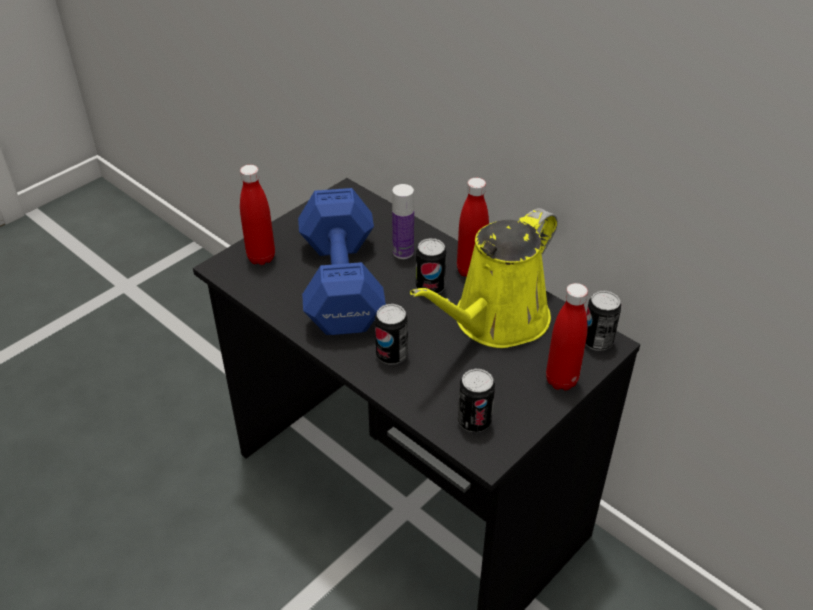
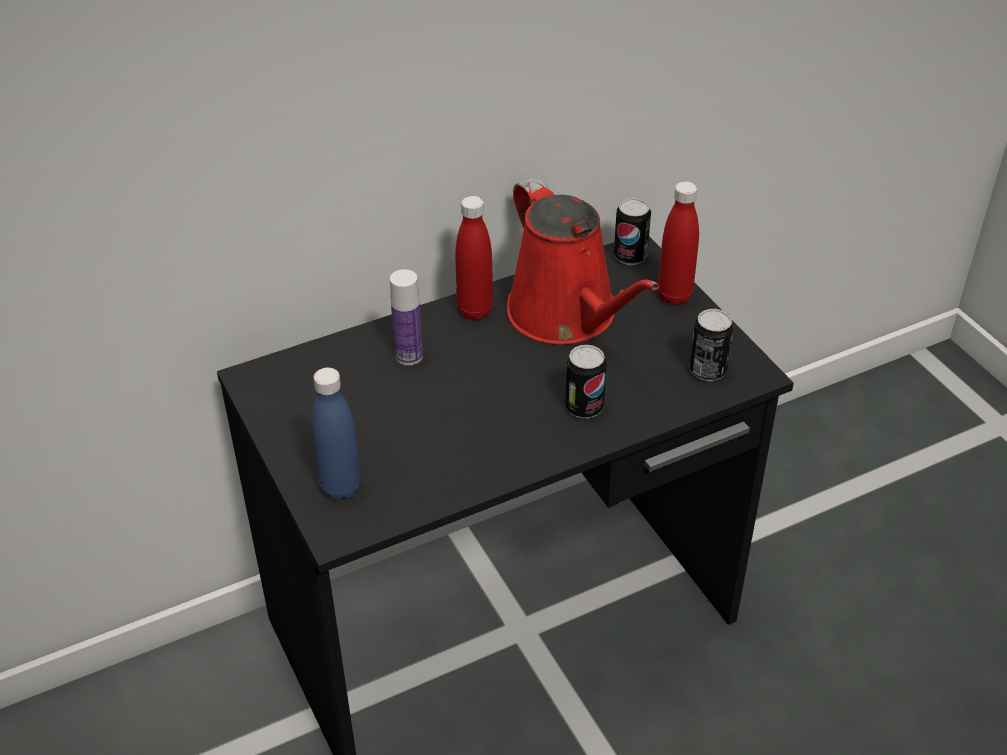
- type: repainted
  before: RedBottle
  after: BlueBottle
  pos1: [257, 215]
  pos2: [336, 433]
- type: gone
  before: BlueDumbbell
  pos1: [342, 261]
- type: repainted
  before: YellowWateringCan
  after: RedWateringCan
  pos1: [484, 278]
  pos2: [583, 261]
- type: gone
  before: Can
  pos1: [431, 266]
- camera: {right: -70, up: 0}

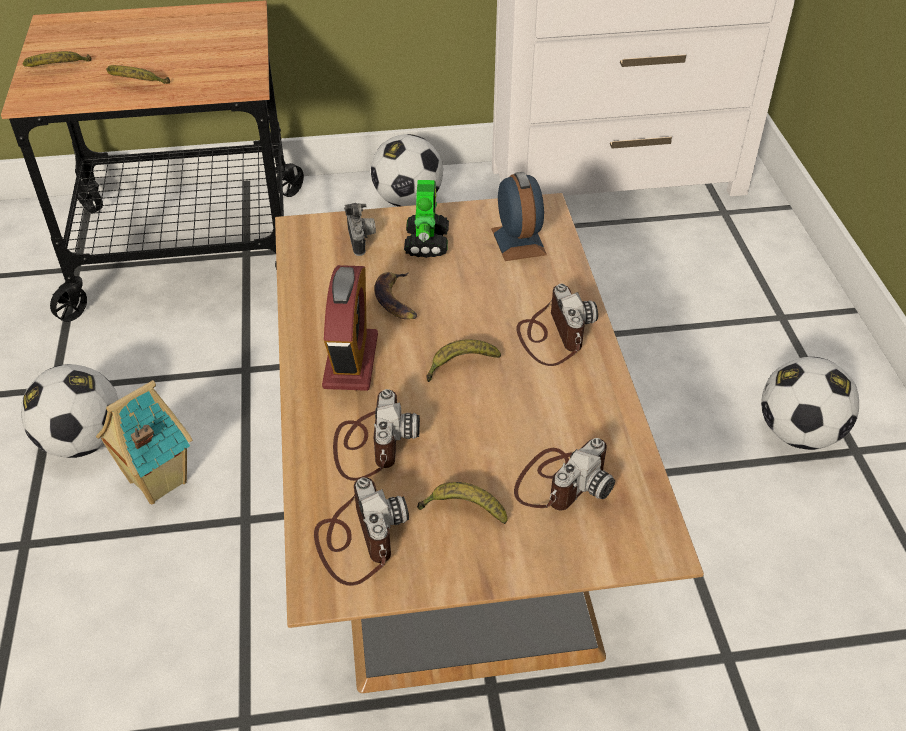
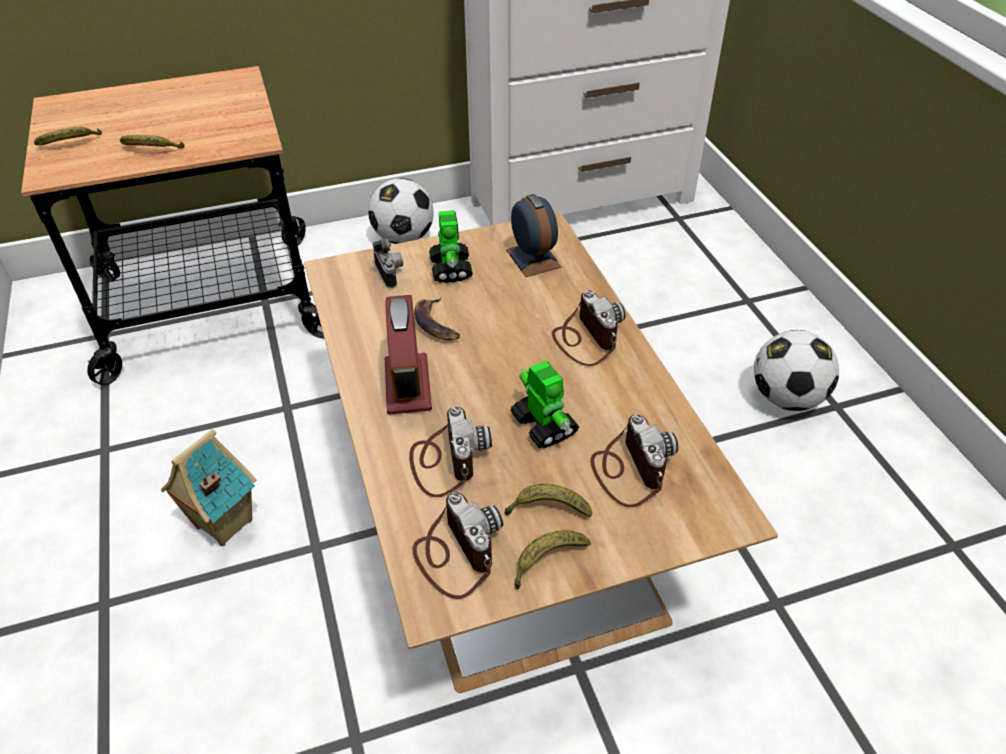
- type: shifted
  before: Banana
  pos1: [463, 360]
  pos2: [552, 559]
- type: gone
  before: Football
  pos1: [70, 411]
- type: rotated
  before: PhotoCamera
  pos1: [564, 474]
  pos2: [634, 460]
  turn: -45
- type: new
  after: ToyRobot
  pos2: [544, 405]
- camera: {right: -10, up: 0}

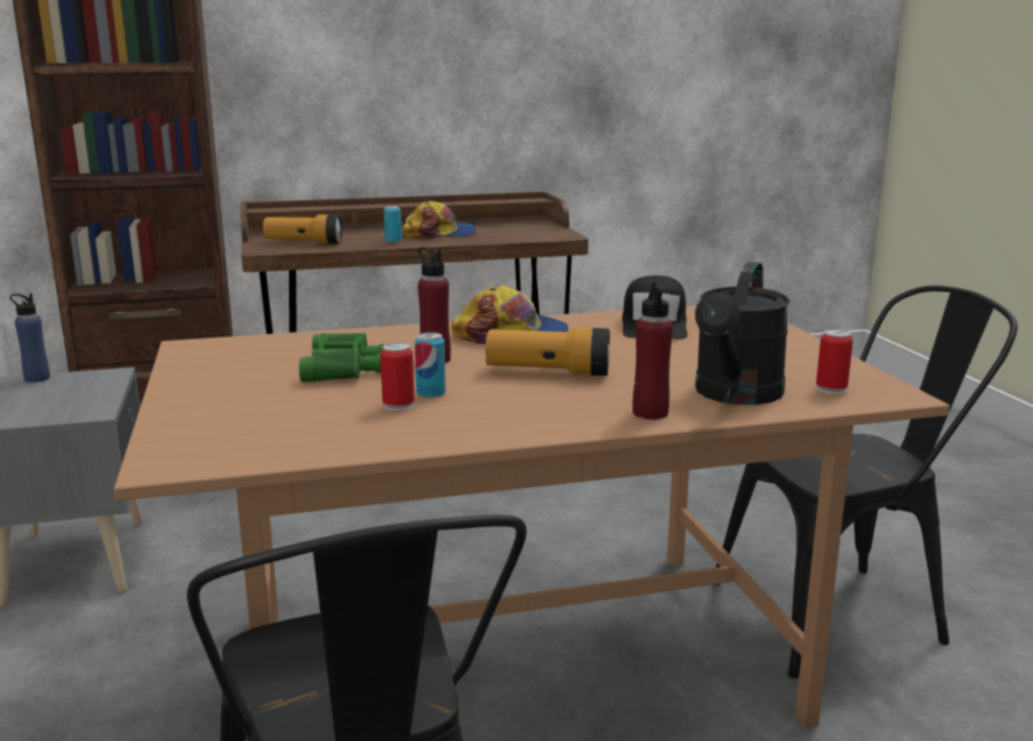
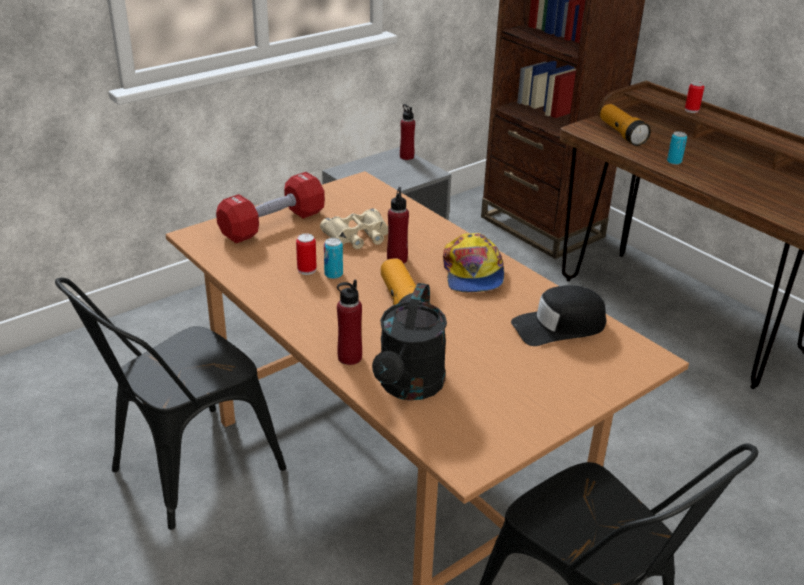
- type: gone
  before: Cap
  pos1: [439, 220]
- type: rotated
  before: BlackWateringCan
  pos1: [742, 333]
  pos2: [409, 341]
  turn: -75
- type: repainted
  before: BlueBottle
  after: RedBottle
  pos1: [30, 337]
  pos2: [407, 132]
- type: shifted
  before: Can
  pos1: [834, 361]
  pos2: [694, 97]
- type: repainted
  before: GreenBinoculars
  after: BeigeBinoculars
  pos1: [341, 357]
  pos2: [354, 228]
- type: new
  after: RedDumbbell
  pos2: [270, 207]
- camera: {right: 65, up: 15}

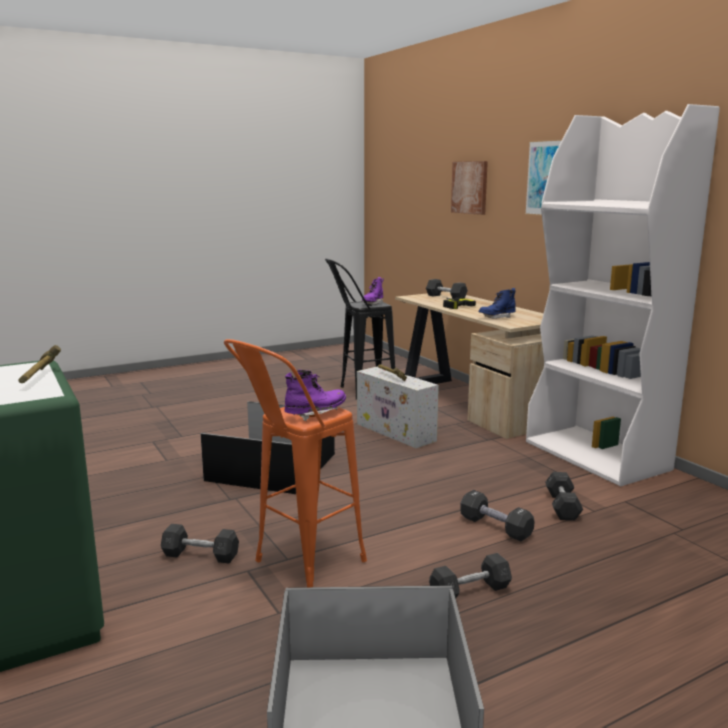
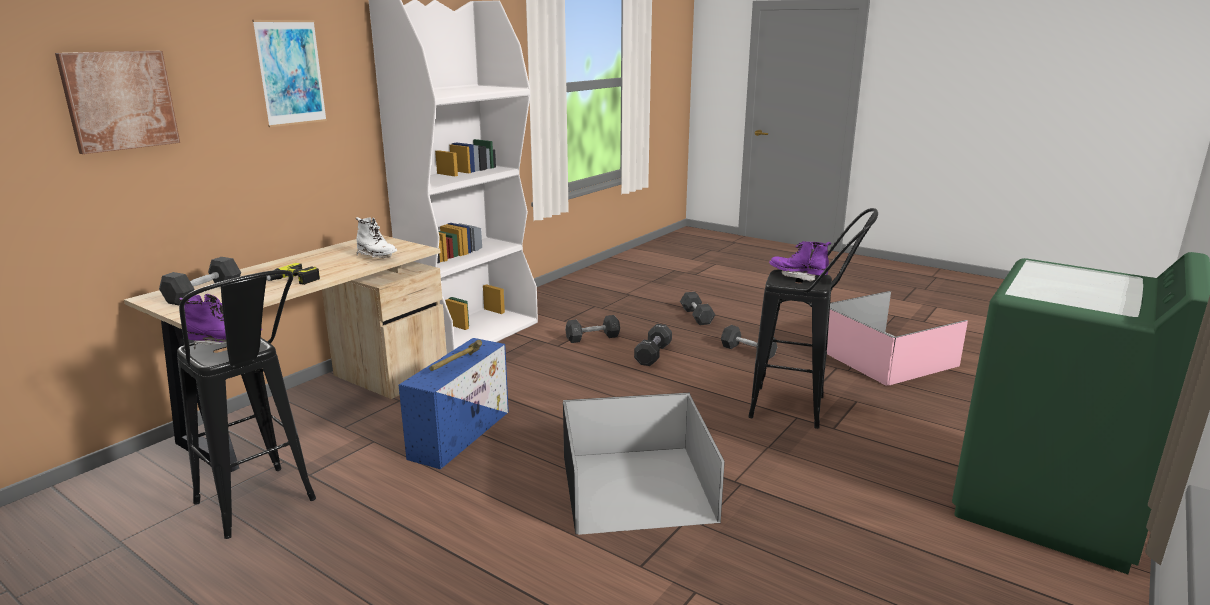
- type: repainted
  before: BlueBoot
  after: WhiteBoot
  pos1: [497, 303]
  pos2: [376, 237]
- type: repainted
  before: OrangeStool
  after: BlackStool
  pos1: [295, 463]
  pos2: [813, 318]
- type: gone
  before: Hammer
  pos1: [40, 364]
- type: repainted
  before: WhiteStorageBox
  after: BlueStorageBox
  pos1: [398, 407]
  pos2: [454, 403]
- type: shifted
  before: GreyDumbbell
  pos1: [200, 543]
  pos2: [697, 308]
- camera: {right: -115, up: 5}

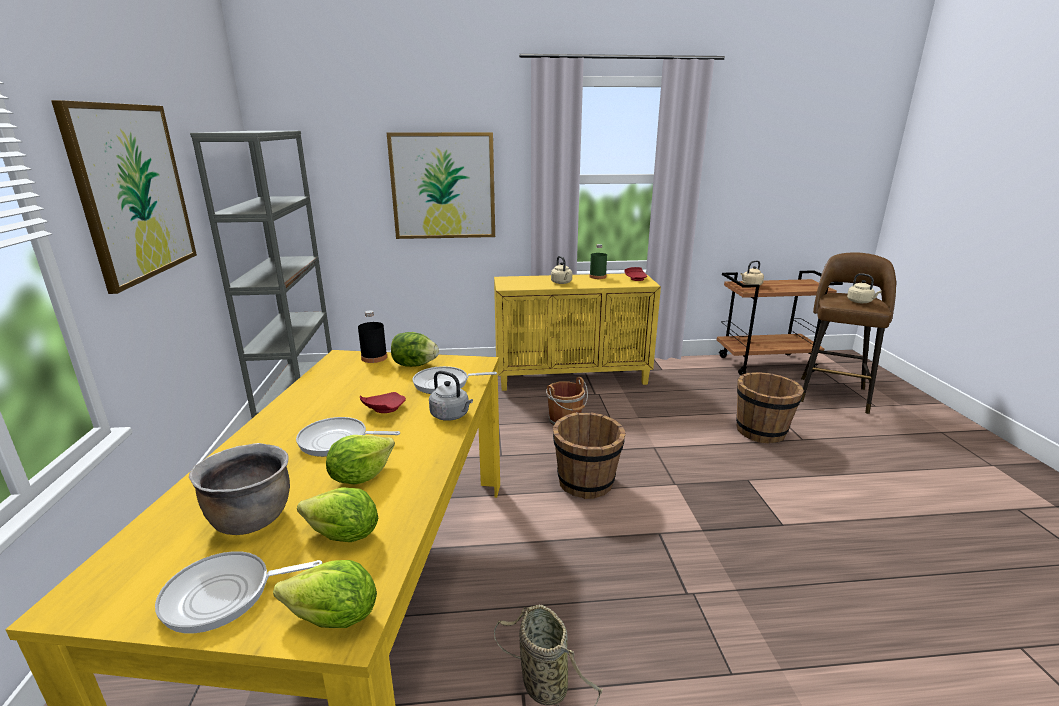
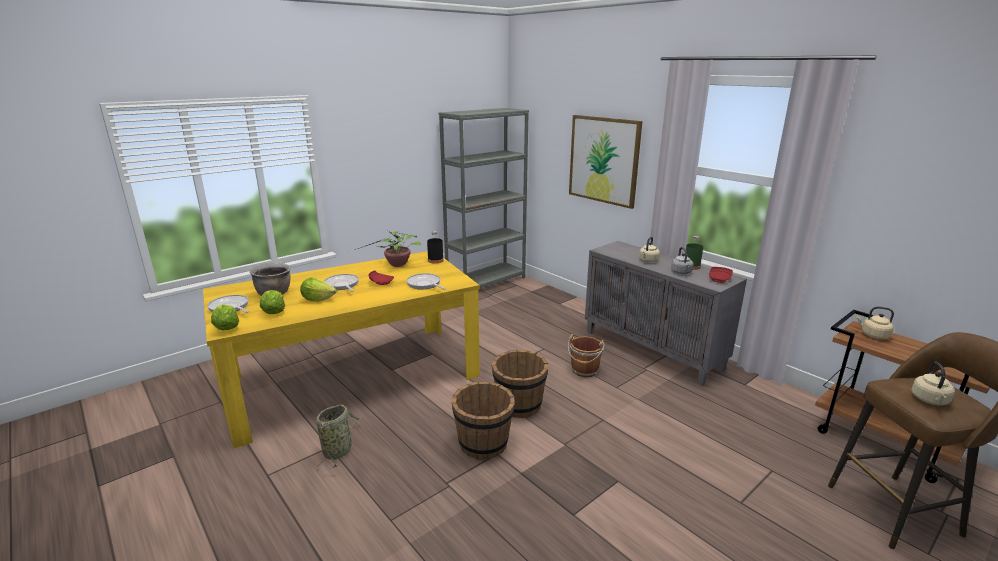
- type: gone
  before: Picture
  pos1: [124, 197]
- type: repainted
  before: YellowCabinet
  after: GreyCabinet
  pos1: [577, 332]
  pos2: [666, 313]
- type: gone
  before: Lettuce
  pos1: [415, 349]
- type: shifted
  before: GreyKettle
  pos1: [451, 396]
  pos2: [682, 260]
- type: shifted
  before: BrownBucket
  pos1: [770, 407]
  pos2: [483, 420]
- type: new
  after: PottedPlant
  pos2: [388, 249]
- camera: {right: 55, up: 0}

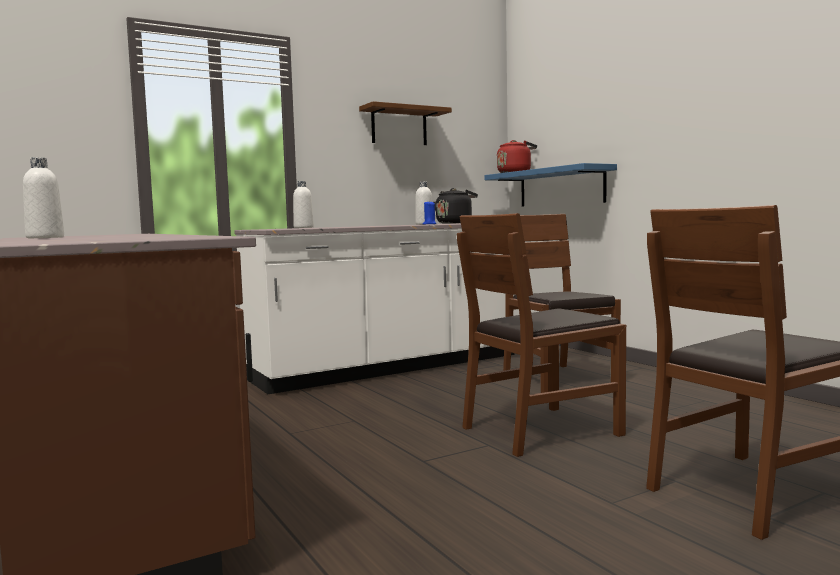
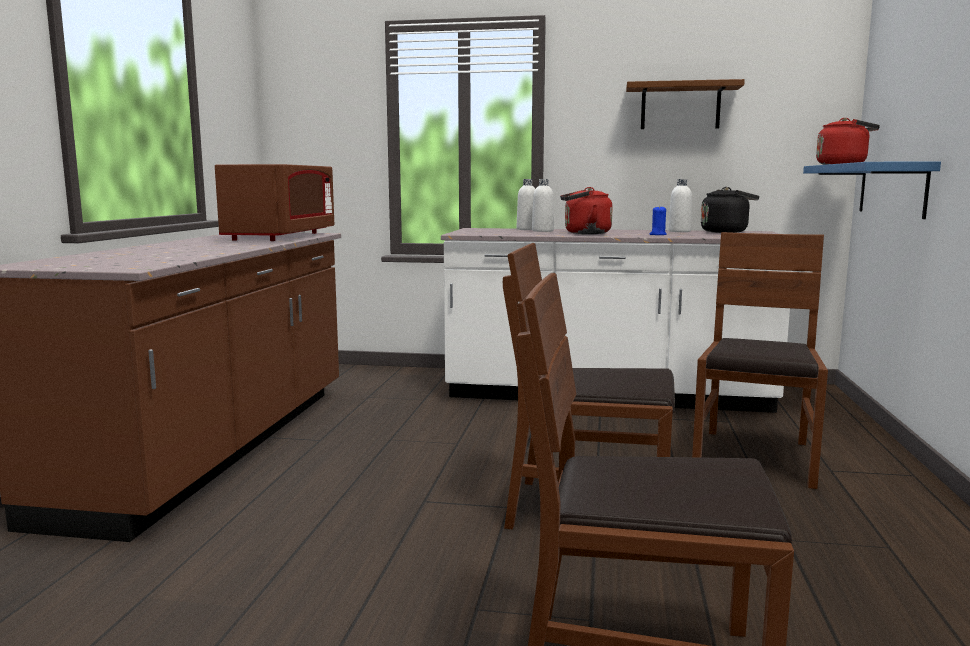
- type: shifted
  before: WhiteBottle
  pos1: [43, 197]
  pos2: [543, 205]
- type: new
  after: BrownMicrowave
  pos2: [274, 202]
- type: new
  after: RedKettle
  pos2: [586, 210]
- camera: {right: 40, up: 5}

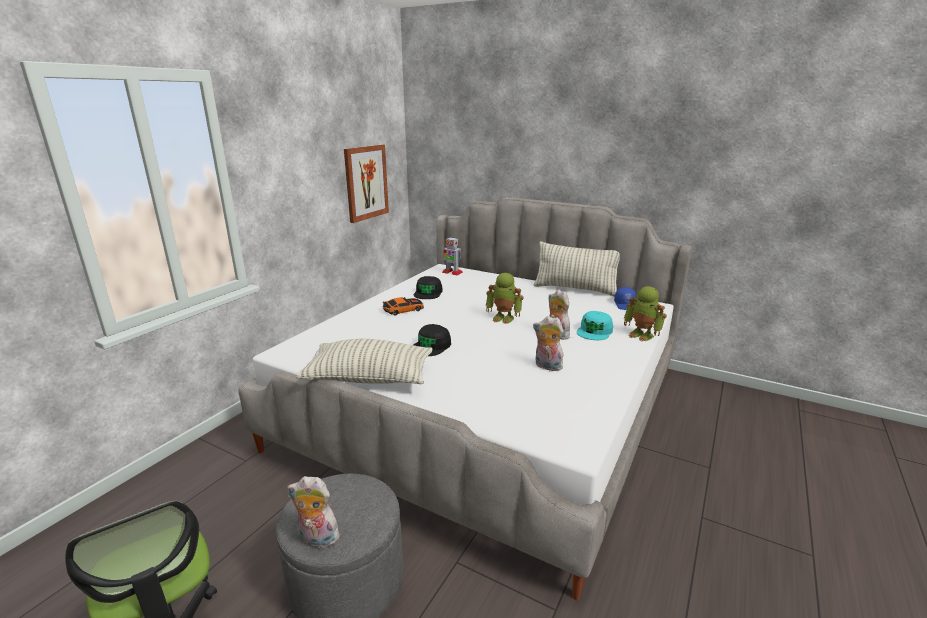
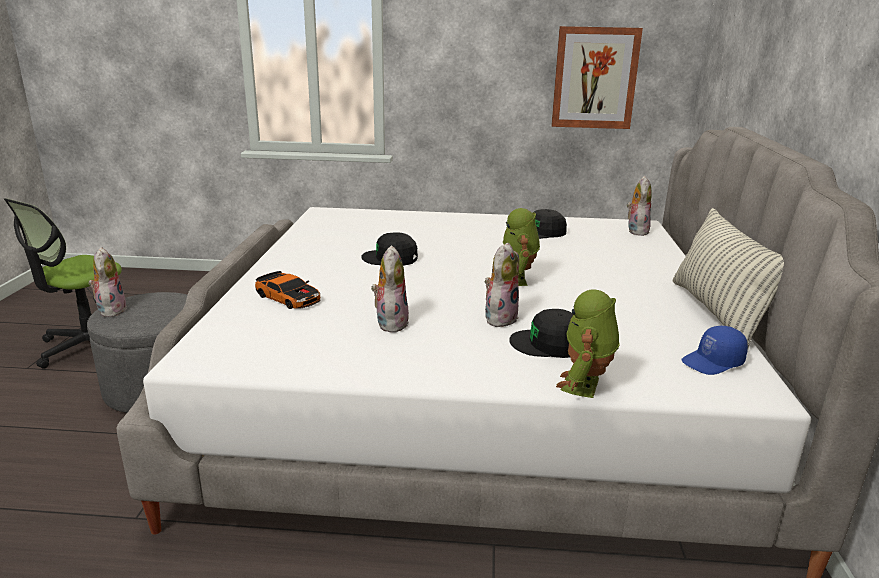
- type: swapped
  before: ToyRobot
  after: PlushToy
  pos1: [452, 256]
  pos2: [639, 206]
- type: shifted
  before: ToyCar
  pos1: [403, 306]
  pos2: [287, 290]
- type: repainted
  before: TurquoiseCap
  after: BlackCap
  pos1: [595, 325]
  pos2: [541, 333]
- type: gone
  before: Pillow
  pos1: [364, 361]
- camera: {right: 65, up: 0}

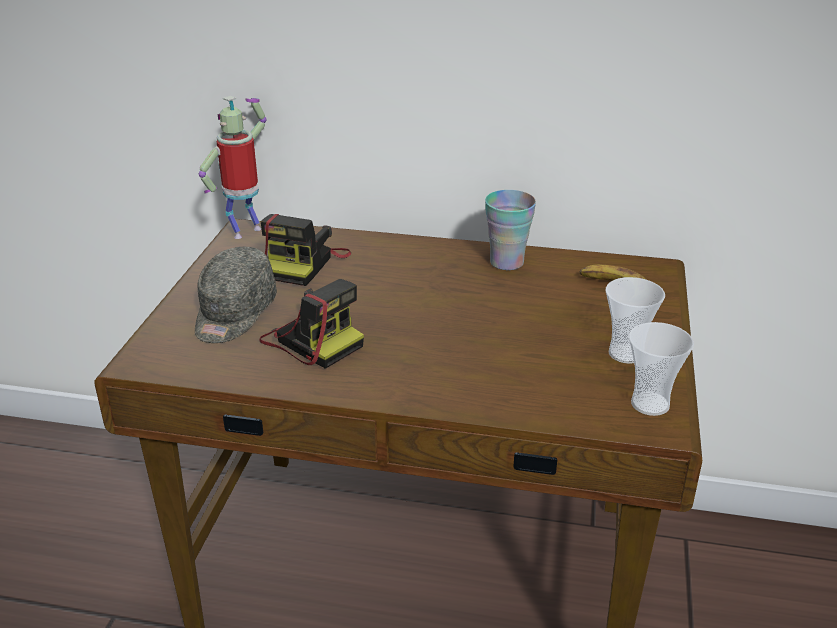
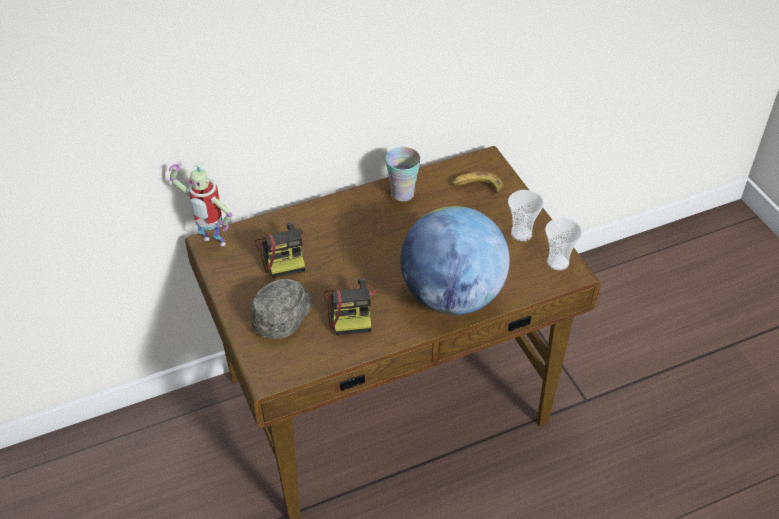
- type: rotated
  before: ToyRobot
  pos1: [233, 167]
  pos2: [200, 203]
  turn: -75
- type: rotated
  before: GreyCap
  pos1: [236, 295]
  pos2: [281, 309]
  turn: -135
- type: rotated
  before: PhotoCamera
  pos1: [311, 324]
  pos2: [350, 307]
  turn: 75
- type: new
  after: Globe
  pos2: [455, 260]
- camera: {right: -35, up: 15}

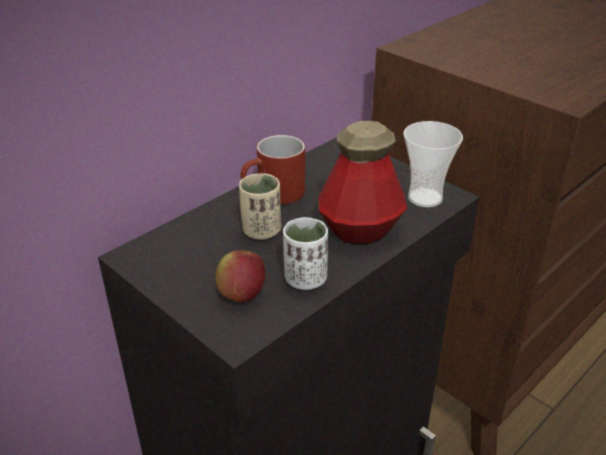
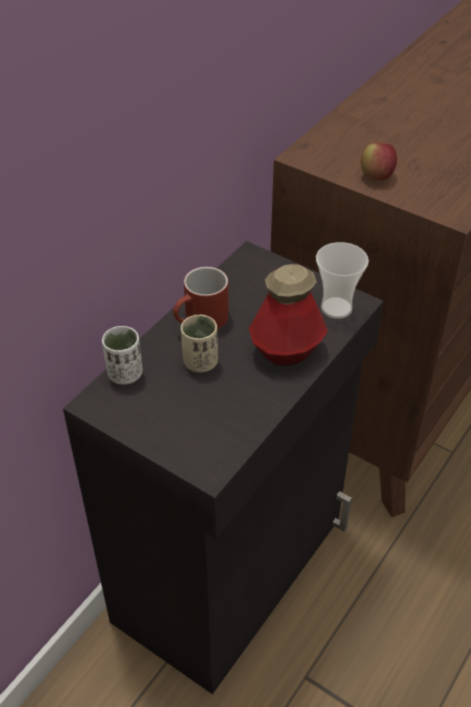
- type: shifted
  before: WhiteCup
  pos1: [305, 253]
  pos2: [122, 355]
- type: shifted
  before: Apple
  pos1: [241, 276]
  pos2: [379, 161]
- camera: {right: -10, up: 10}

